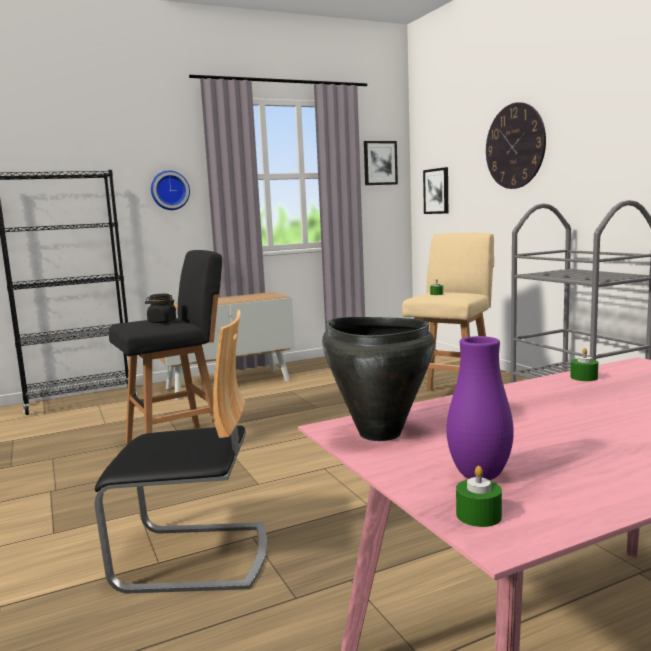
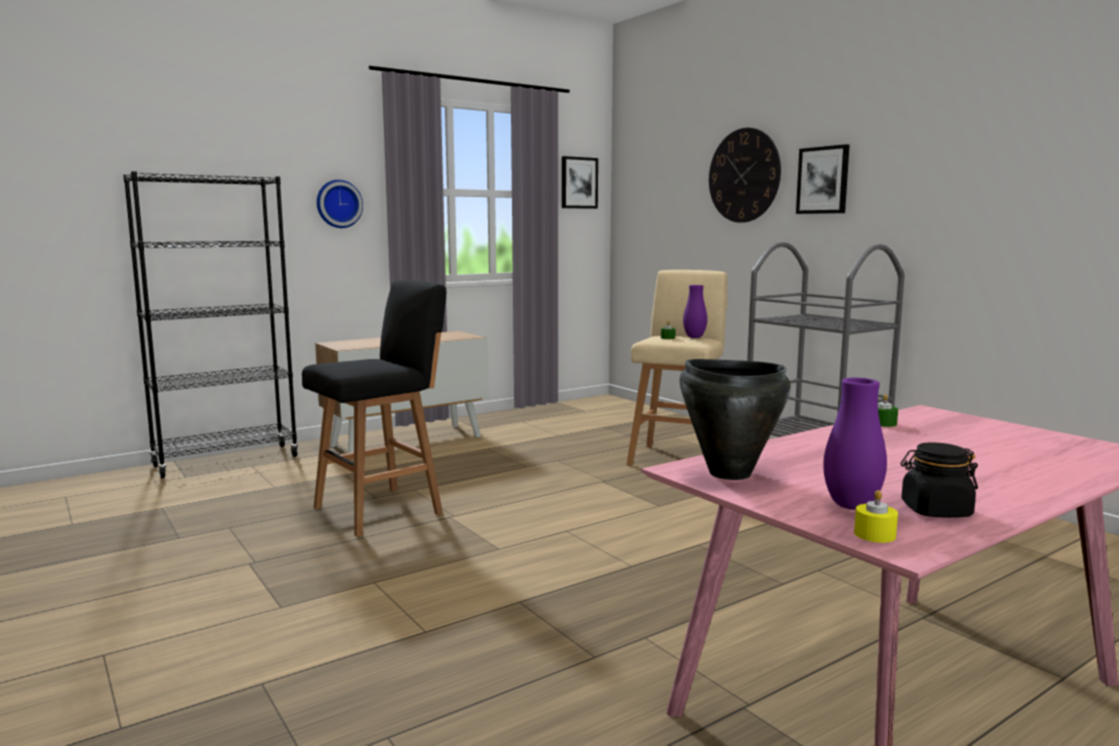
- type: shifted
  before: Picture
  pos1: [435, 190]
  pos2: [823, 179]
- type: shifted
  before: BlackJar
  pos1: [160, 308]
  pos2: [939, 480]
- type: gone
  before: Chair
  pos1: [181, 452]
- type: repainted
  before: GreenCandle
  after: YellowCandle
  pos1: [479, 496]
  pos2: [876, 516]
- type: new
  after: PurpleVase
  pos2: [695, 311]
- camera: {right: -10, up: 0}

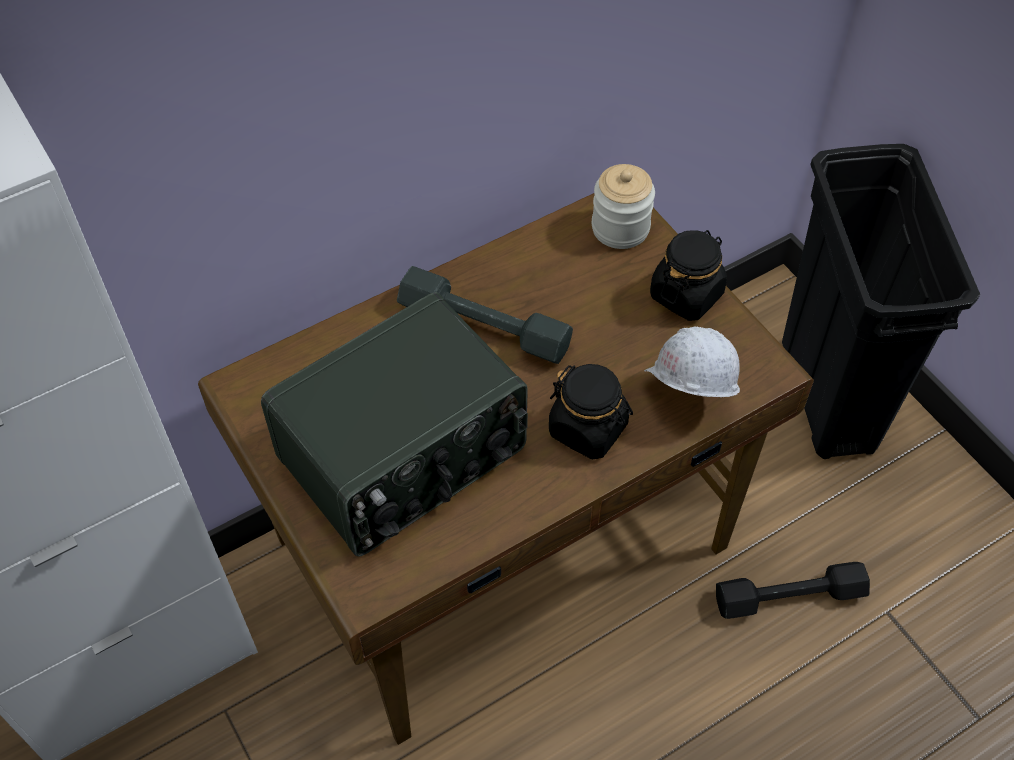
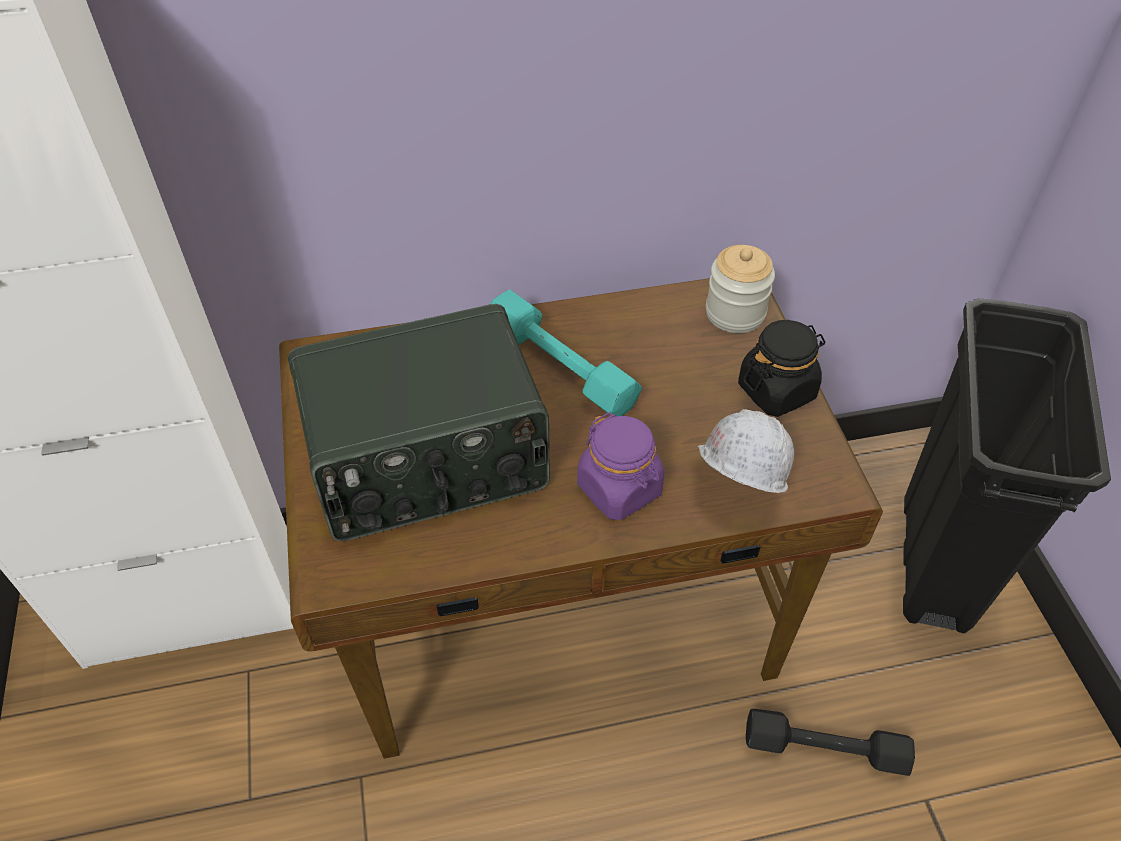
- type: repainted
  before: GreyDumbbell
  after: TurquoiseDumbbell
  pos1: [485, 315]
  pos2: [566, 353]
- type: repainted
  before: BlackJar
  after: PurpleJar
  pos1: [591, 412]
  pos2: [620, 466]
- camera: {right: 20, up: -5}

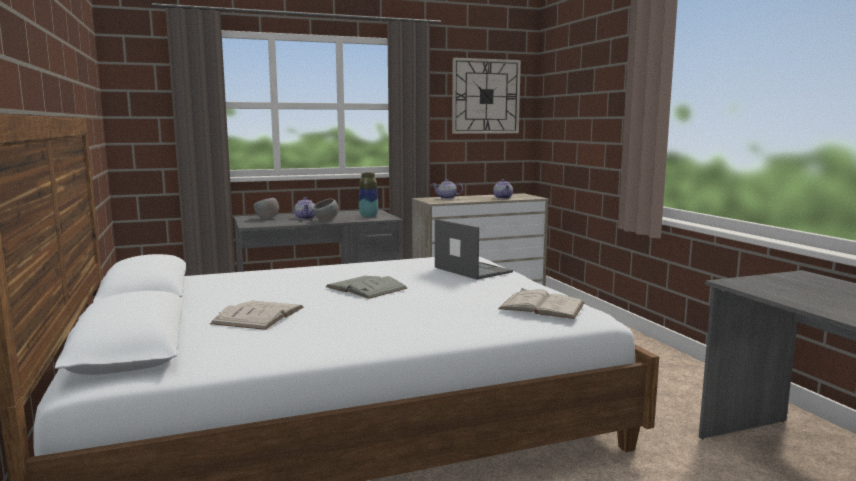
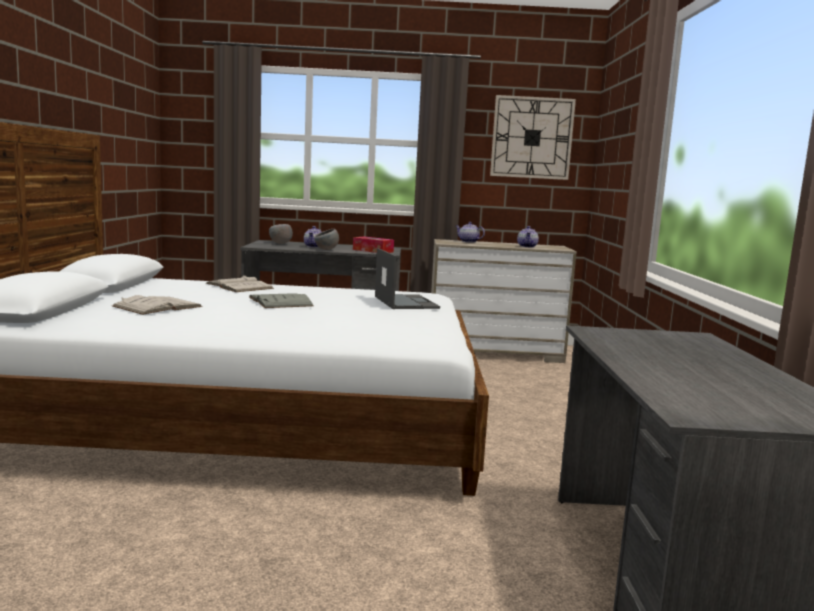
- type: swapped
  before: Vase
  after: TissueBox
  pos1: [368, 195]
  pos2: [373, 244]
- type: shifted
  before: WhiteBook
  pos1: [541, 303]
  pos2: [239, 283]
- camera: {right: 20, up: 0}

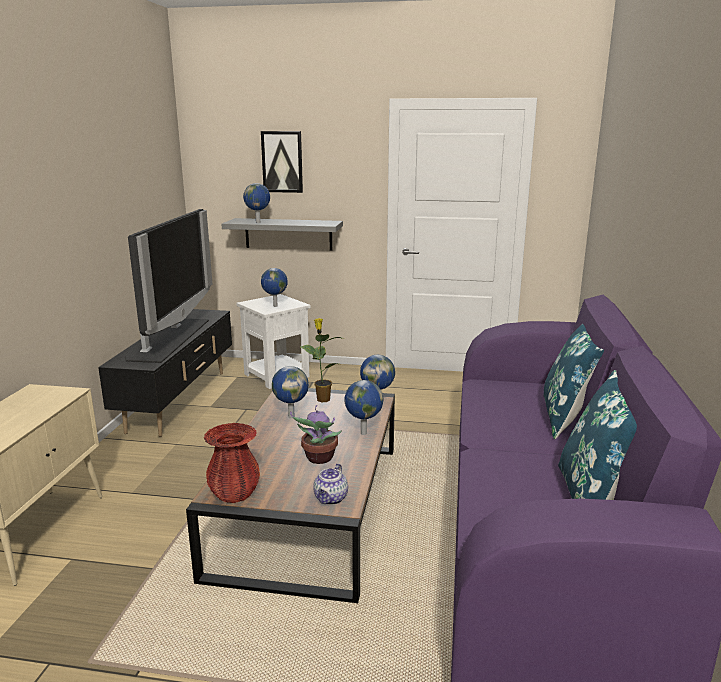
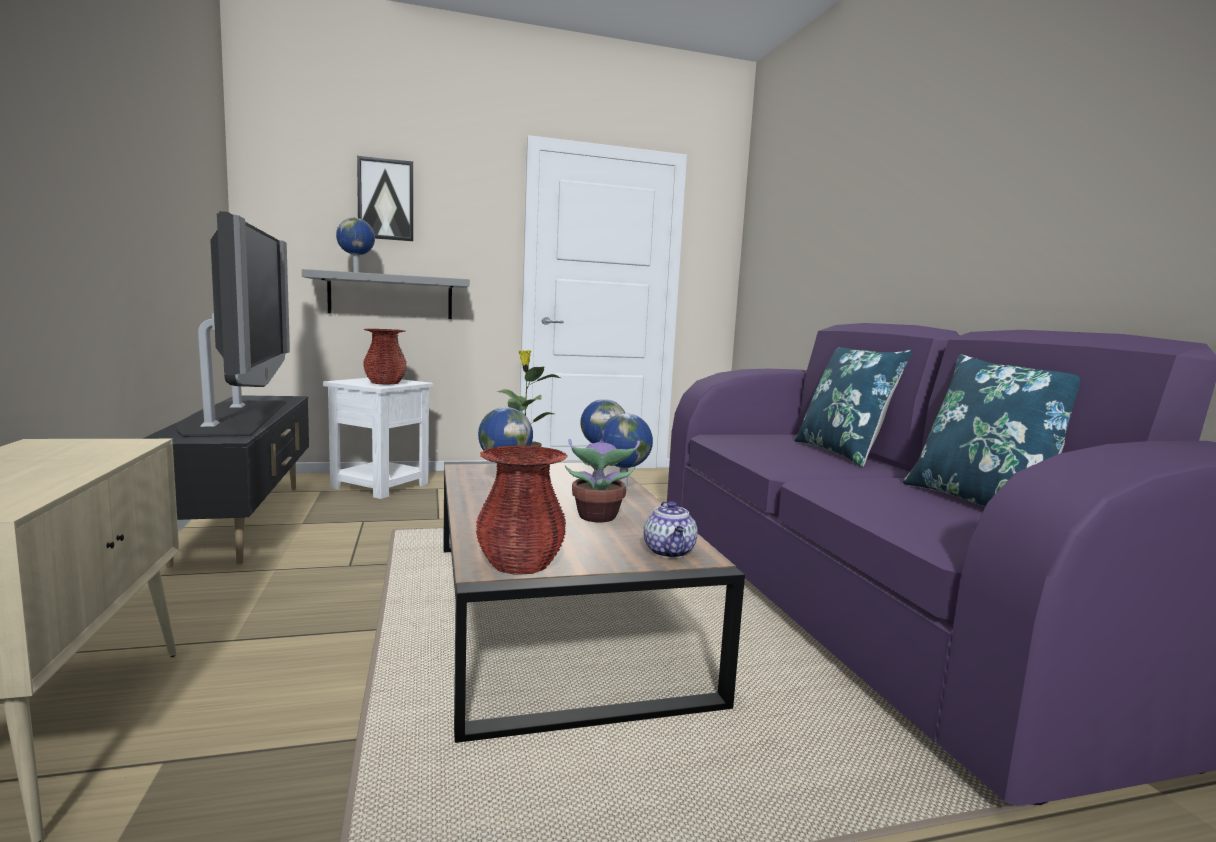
- type: swapped
  before: Globe
  after: RedVase
  pos1: [274, 287]
  pos2: [385, 357]
- camera: {right: -25, up: -10}

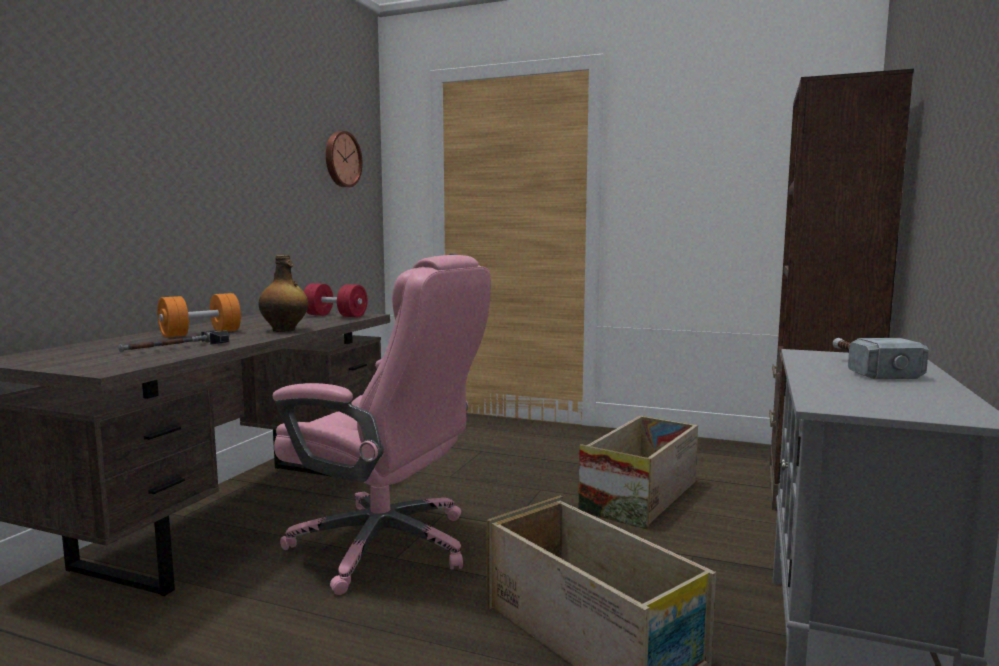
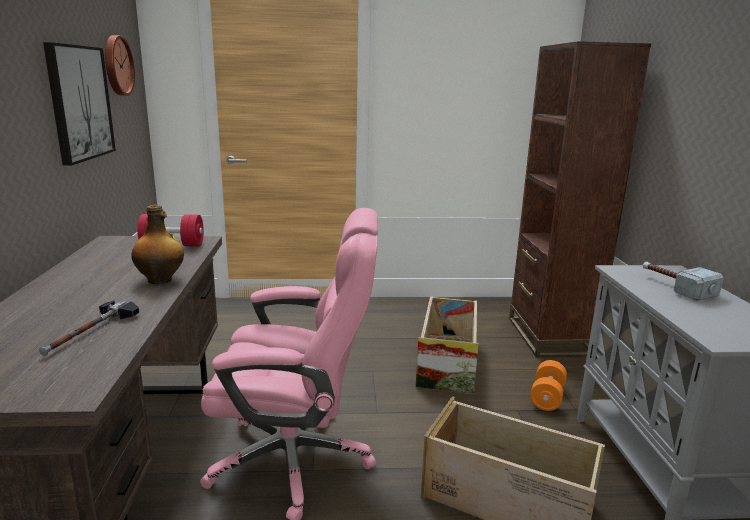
- type: shifted
  before: OrangeDumbbell
  pos1: [199, 315]
  pos2: [548, 385]
- type: new
  after: Picture
  pos2: [79, 104]
- camera: {right: -25, up: 10}

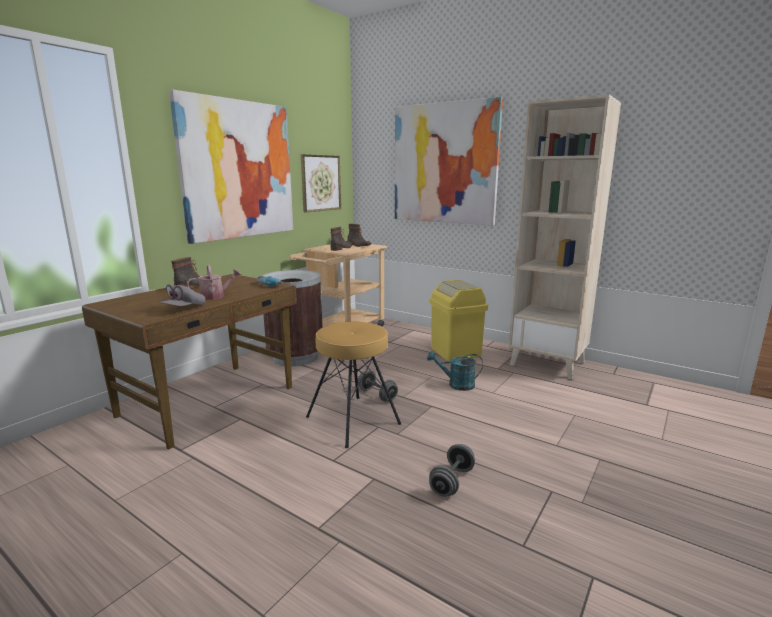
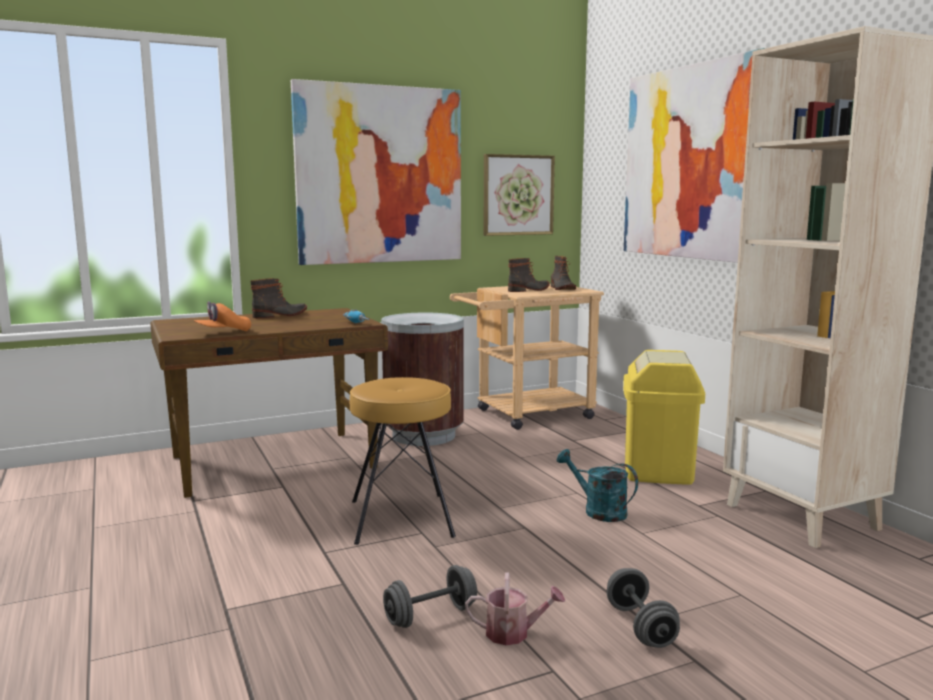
- type: shifted
  before: WateringCan
  pos1: [214, 282]
  pos2: [515, 608]
- type: repainted
  before: GreyCap
  after: OrangeCap
  pos1: [182, 295]
  pos2: [222, 316]
- type: shifted
  before: GreyDumbbell
  pos1: [378, 386]
  pos2: [643, 608]
- camera: {right: 30, up: -5}

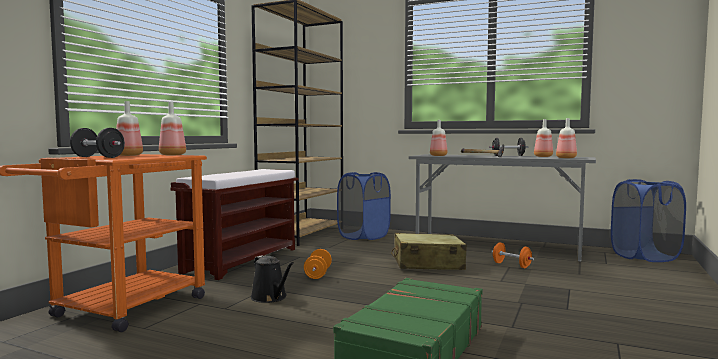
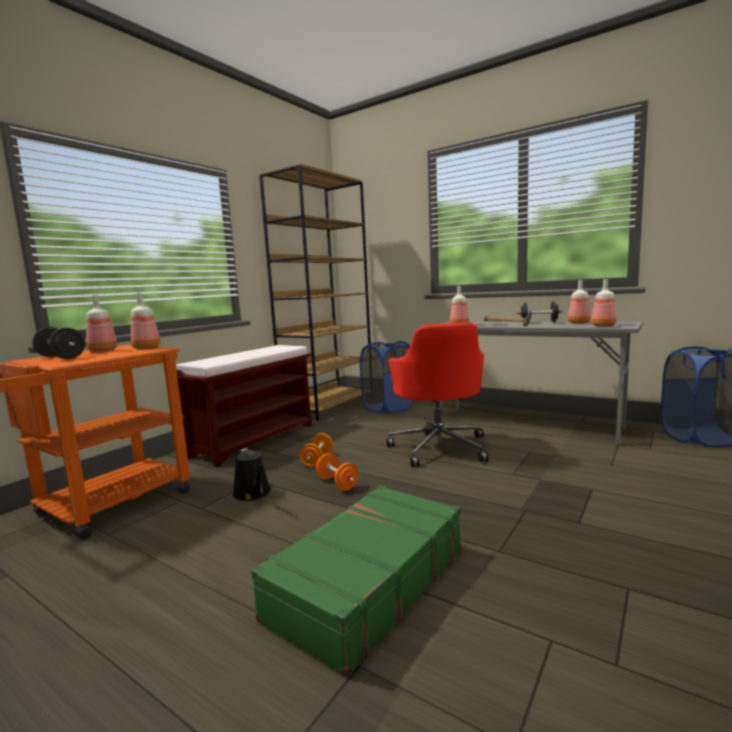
- type: swapped
  before: BeigeSuitcase
  after: RedOfficeChair
  pos1: [429, 251]
  pos2: [437, 394]
- type: shifted
  before: OrangeDumbbell
  pos1: [512, 255]
  pos2: [337, 472]
- camera: {right: 10, up: 5}

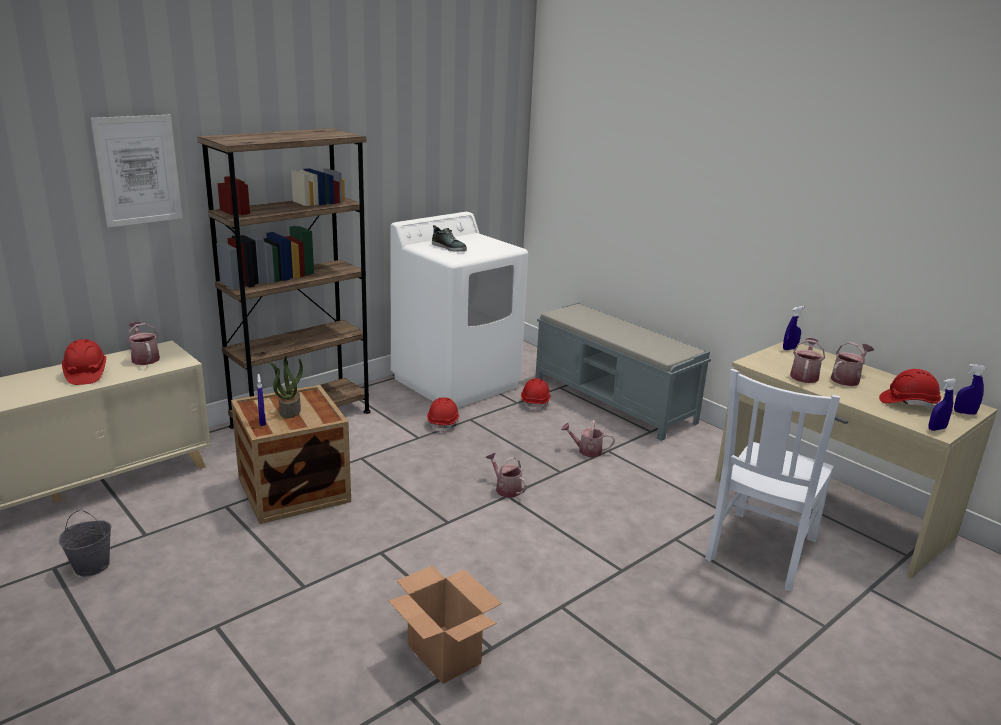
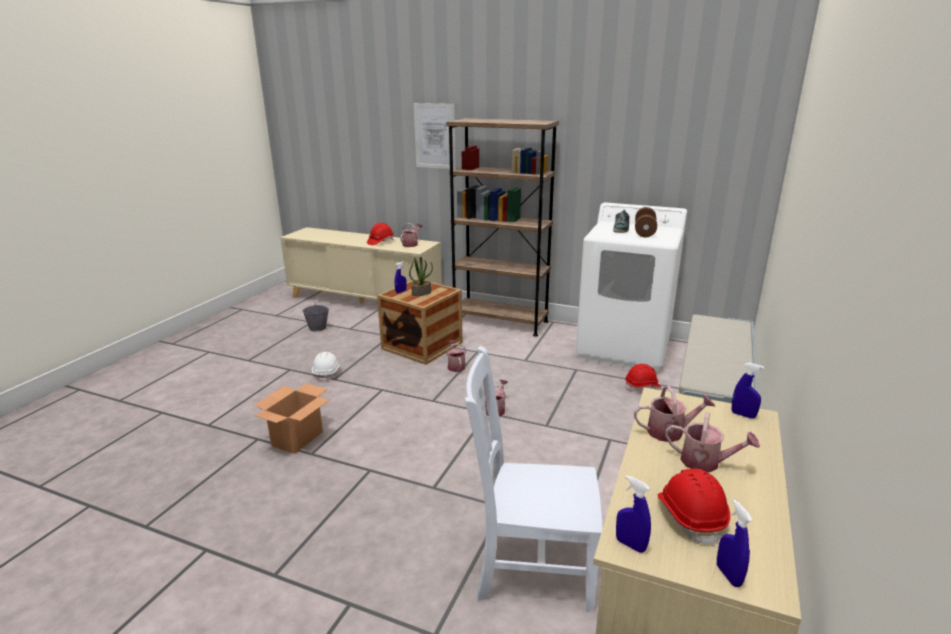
- type: gone
  before: RedHardHat
  pos1: [443, 415]
- type: shifted
  before: WateringCan
  pos1: [588, 438]
  pos2: [456, 356]
- type: new
  after: BrownDumbbell
  pos2: [646, 222]
- type: new
  after: WhiteHardHat
  pos2: [326, 367]
- camera: {right: 65, up: 0}

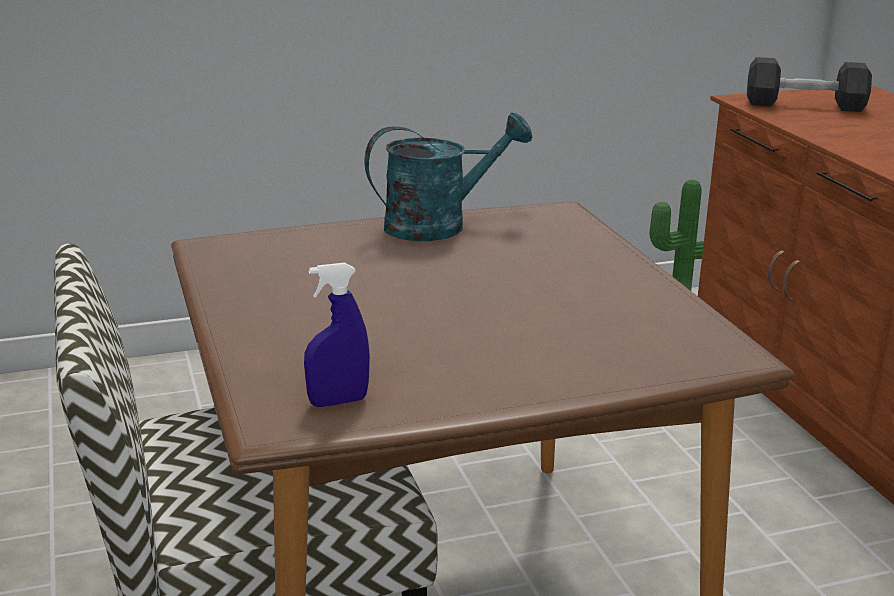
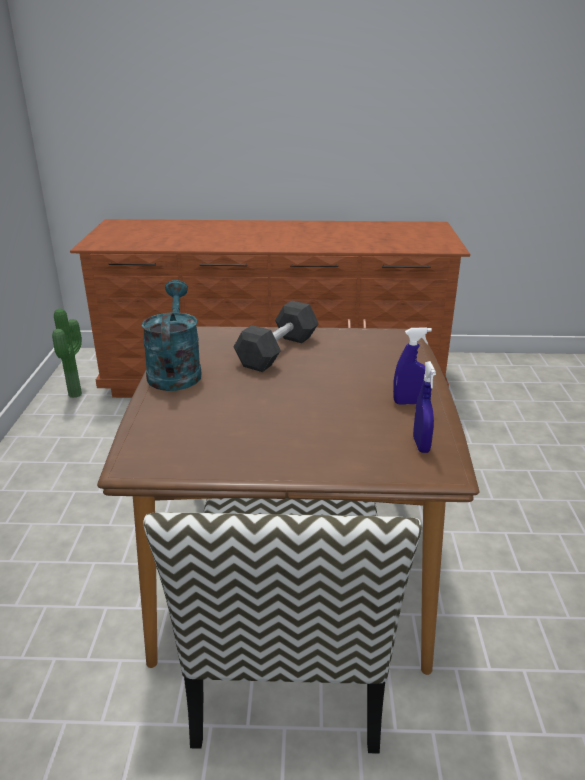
- type: shifted
  before: BlackDumbbell
  pos1: [809, 84]
  pos2: [276, 336]
- type: new
  after: BlueSprayBottle
  pos2: [412, 365]
- camera: {right: -70, up: 5}

